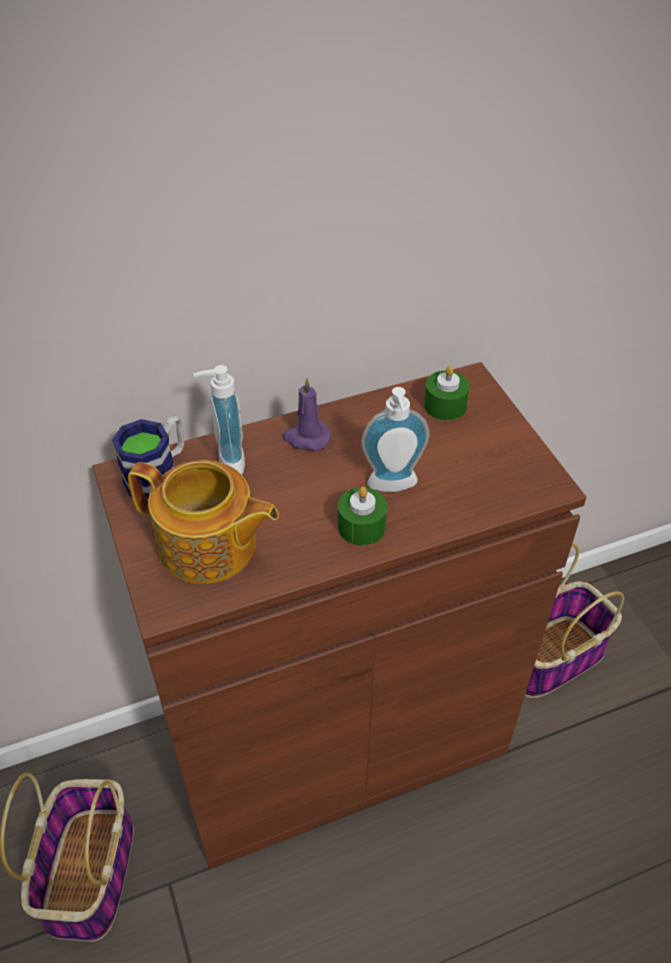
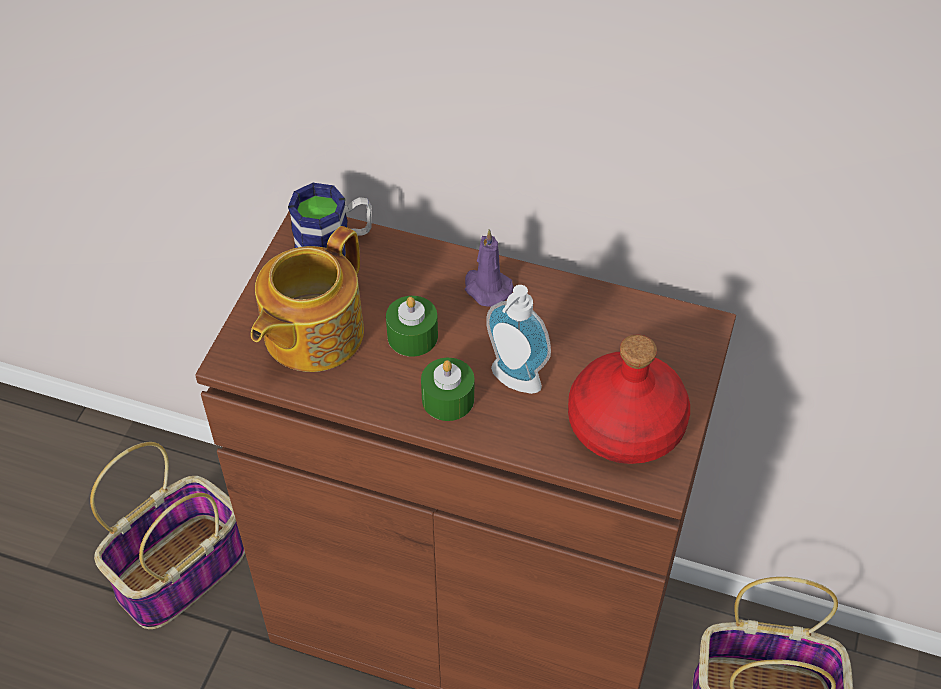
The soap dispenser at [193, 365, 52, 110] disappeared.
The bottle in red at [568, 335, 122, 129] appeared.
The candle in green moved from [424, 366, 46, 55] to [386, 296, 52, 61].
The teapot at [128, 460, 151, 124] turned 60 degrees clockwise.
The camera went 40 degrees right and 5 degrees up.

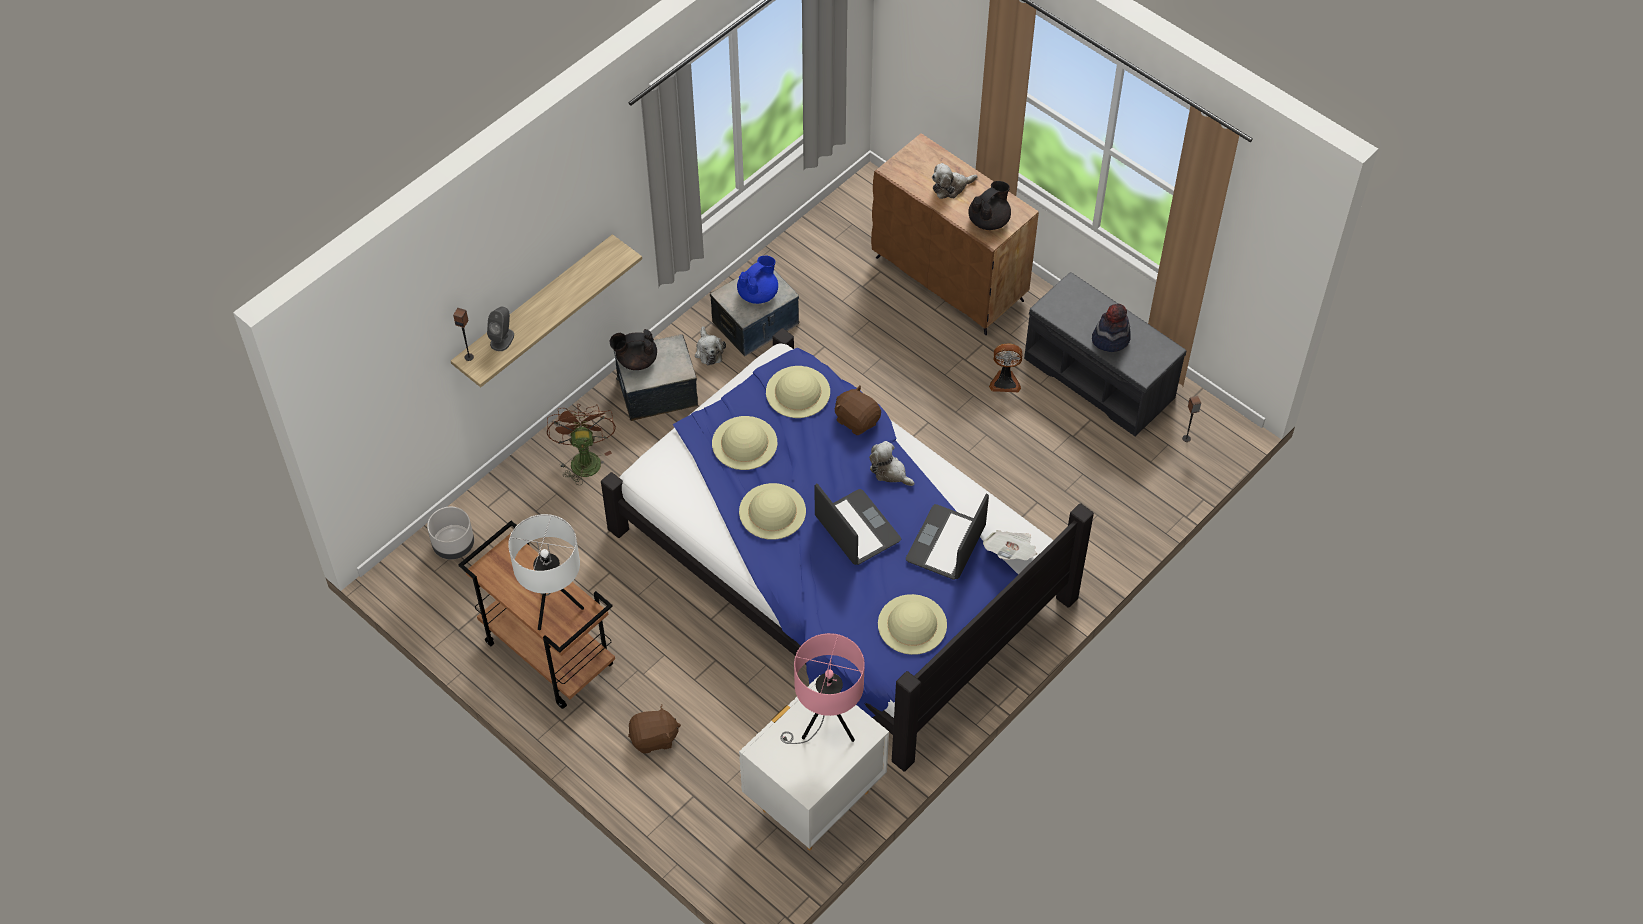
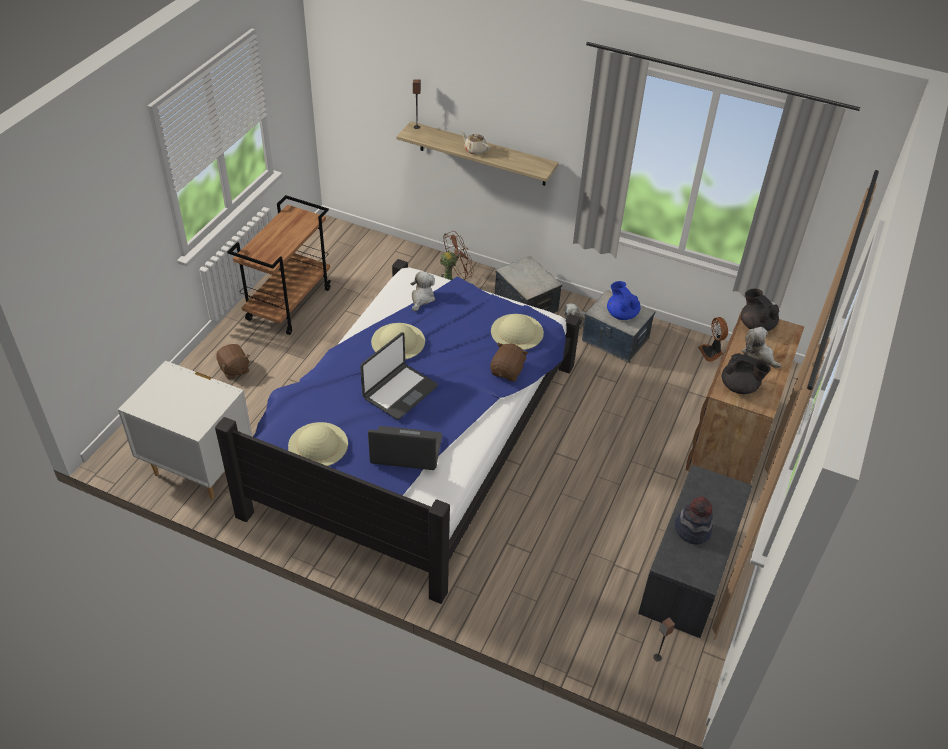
The planter in grey at [427, 507, 47, 52] disappeared.
The speaker in grey at [487, 307, 27, 44] disappeared.
The table lamp in white at [508, 514, 76, 116] disappeared.
The hat in beige at [712, 416, 65, 54] disappeared.
The table lamp in pink at [781, 633, 84, 111] disappeared.
The newspaper at [983, 530, 54, 30] disappeared.
The teapot in beige at [461, 131, 29, 24] appeared.
The teapot in black moved from [610, 329, 47, 41] to [741, 288, 38, 43].
The plush toy moved from [869, 441, 45, 45] to [411, 272, 24, 39].
The fan moved from [989, 343, 34, 49] to [698, 317, 30, 45].
The teapot in blue at [737, 256, 41, 48] turned 135 degrees counterclockwise.
The camera went 70 degrees right and 10 degrees down.

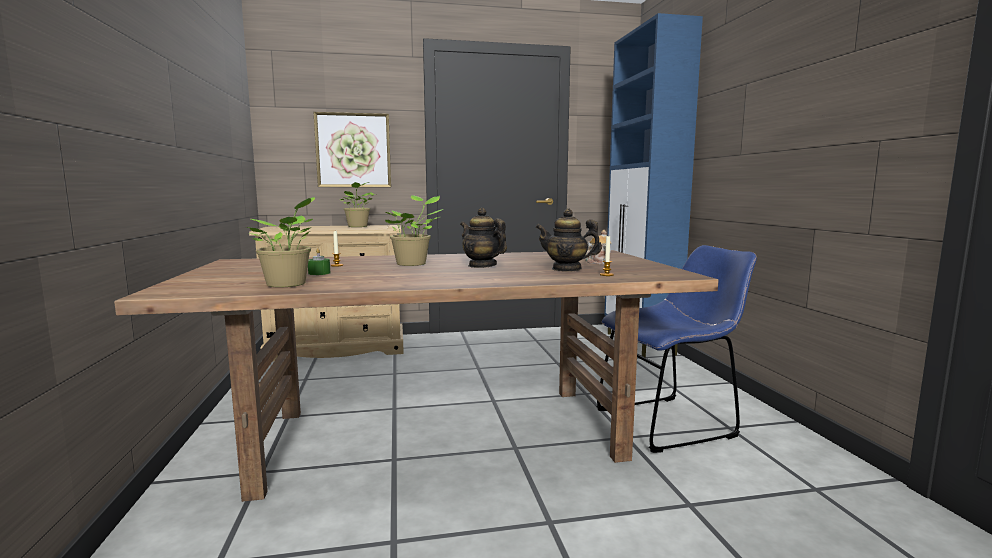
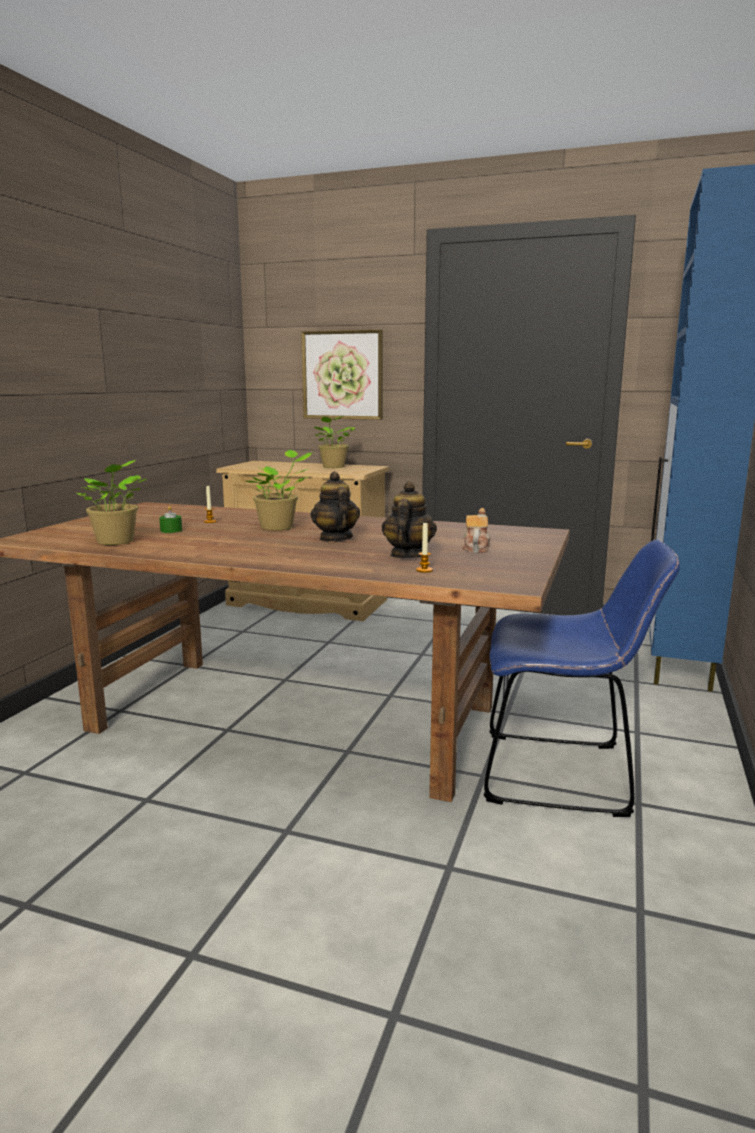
The teapot at [536, 209, 66, 63] turned 60 degrees clockwise.
The camera went 30 degrees right and 5 degrees up.

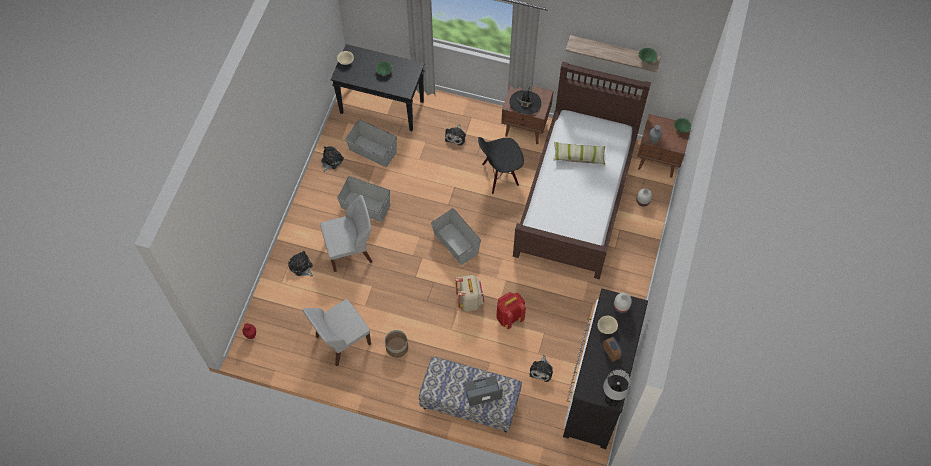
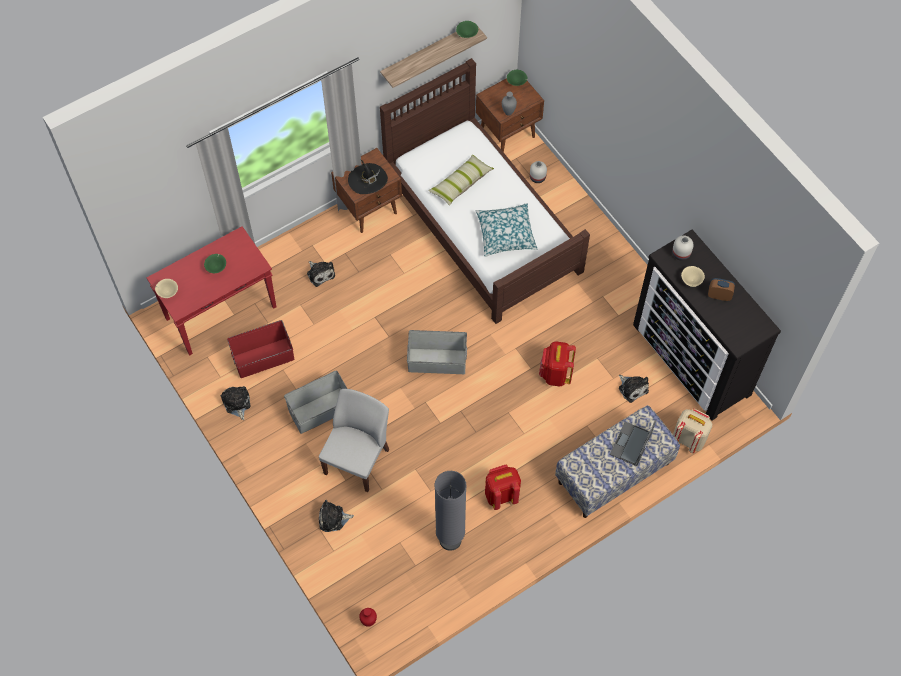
The chair in black at [478, 137, 46, 57] disappeared.
The table lamp at [603, 369, 28, 37] disappeared.
The pillow at [475, 203, 62, 54] appeared.
The backpack in beige moved from [455, 275, 30, 36] to [673, 409, 39, 44].
The chair in white at [302, 299, 69, 67] was replaced by the floor lamp in grey at [434, 471, 33, 80].
The planter at [385, 330, 23, 28] was replaced by the backpack in red at [485, 465, 36, 45].
The console table in black at [331, 44, 94, 87] became the console table in red at [147, 226, 129, 130].
The storage box in grey at [345, 119, 52, 48] became the storage box in red at [227, 320, 67, 58].
The camera went 50 degrees left and 0 degrees up.

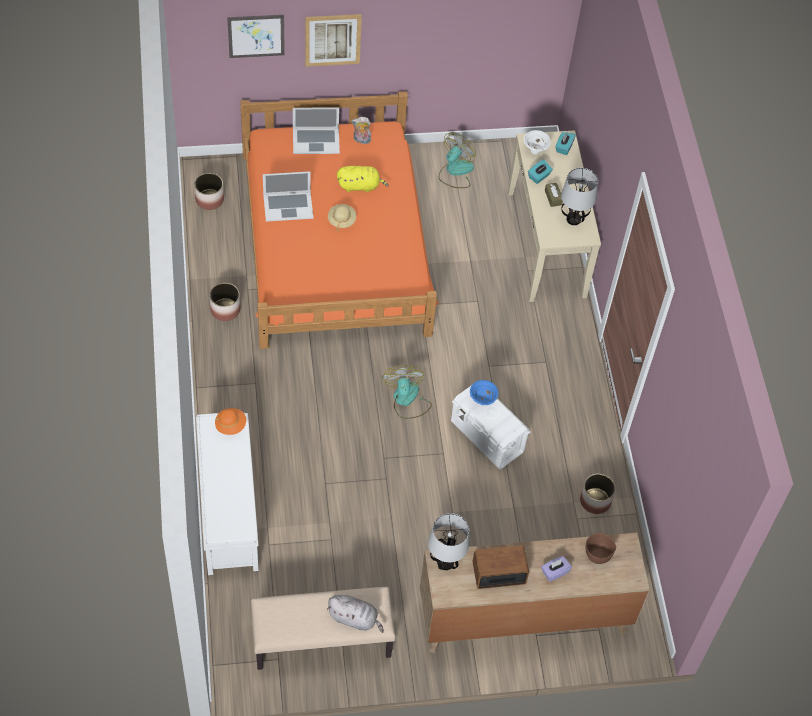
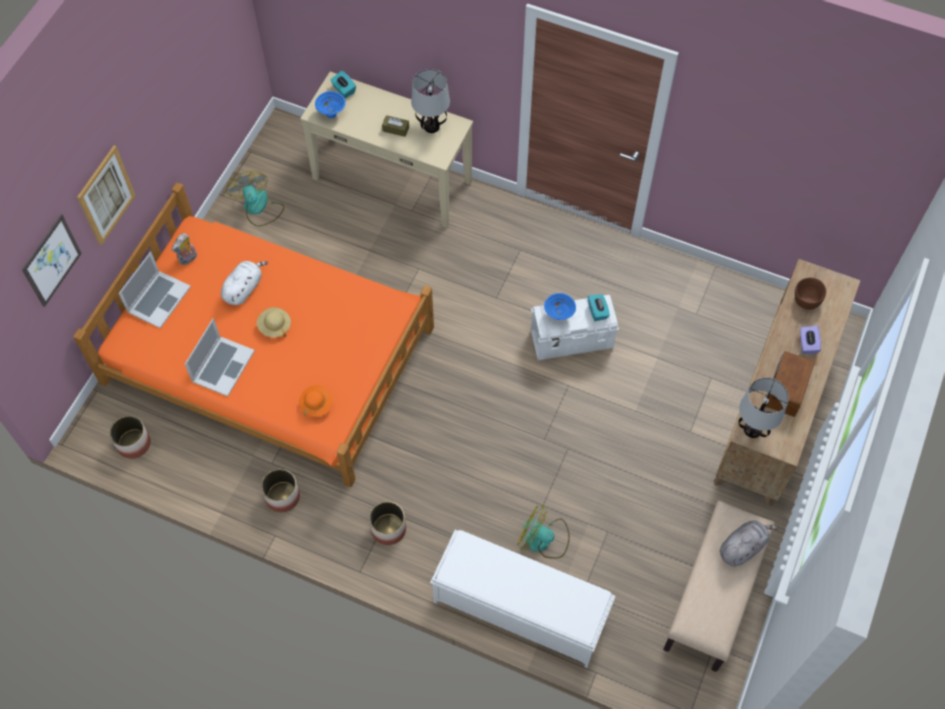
The hat in orange moved from [215, 408, 31, 27] to [299, 385, 35, 32].
The fan moved from [382, 365, 50, 54] to [517, 506, 53, 53].
The tissue box in turquoise moved from [528, 159, 25, 25] to [588, 294, 22, 27].
The planter moved from [580, 474, 35, 40] to [369, 501, 37, 44].
The plush toy in yellow at [337, 166, 52, 26] became the plush toy in white at [221, 261, 47, 44].
The bowl in white at [524, 130, 27, 24] became the bowl in blue at [315, 91, 31, 27].
The camera went 55 degrees left and 5 degrees up.

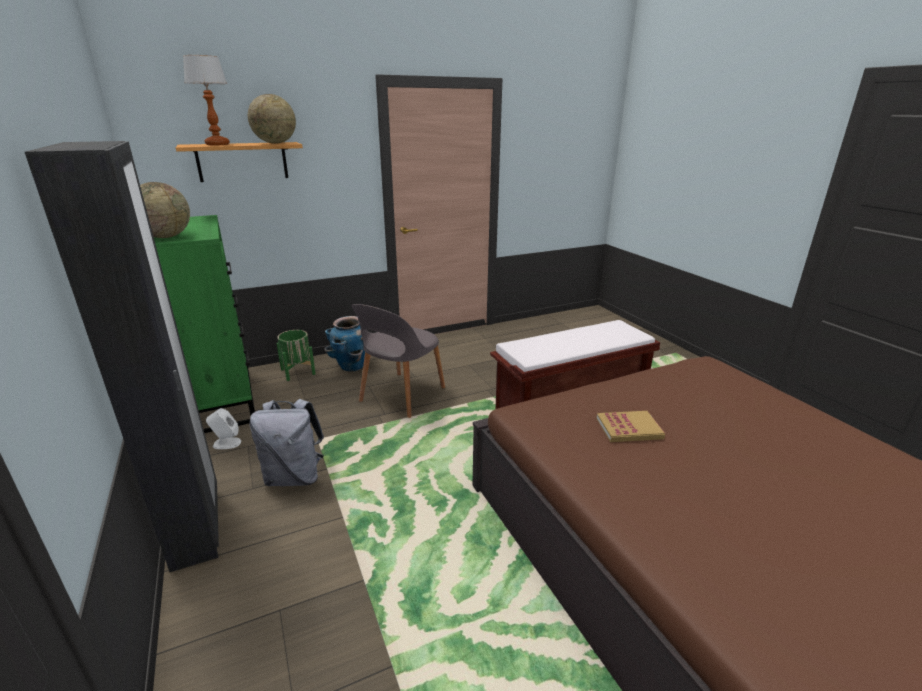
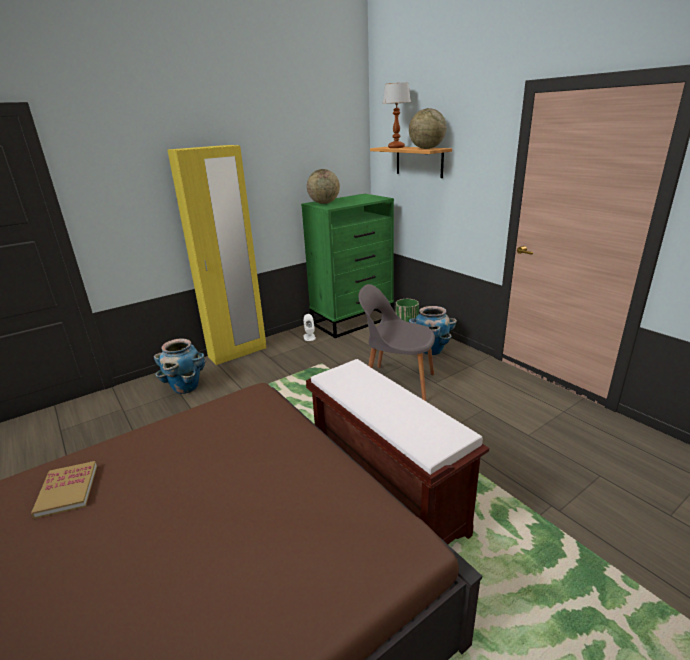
The backpack in grey at [250, 399, 74, 87] disappeared.
The planter at [154, 338, 52, 56] appeared.
The book moved from [596, 411, 69, 31] to [31, 461, 66, 58].
The wardrobe in black at [25, 141, 194, 431] became the wardrobe in yellow at [167, 145, 99, 220].
The camera went 80 degrees right and 0 degrees up.

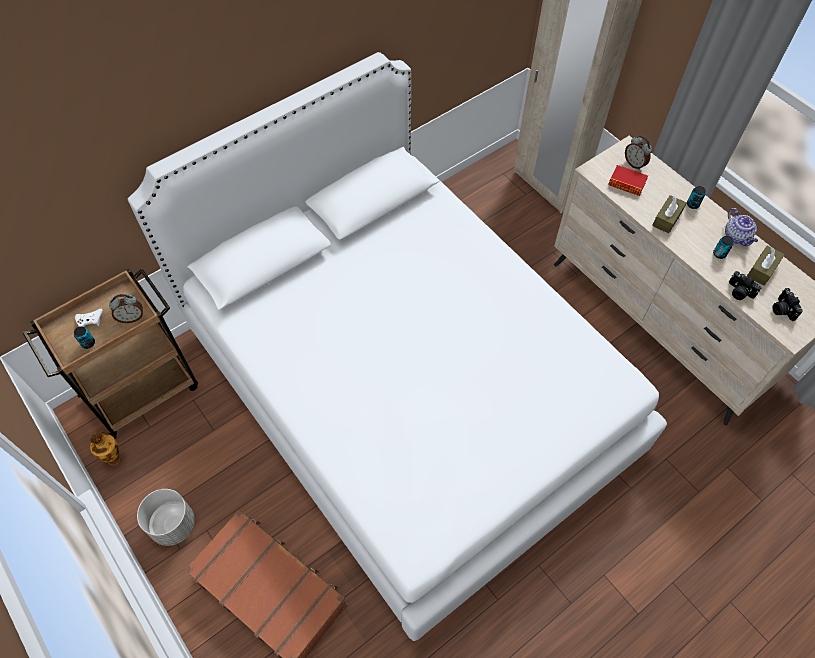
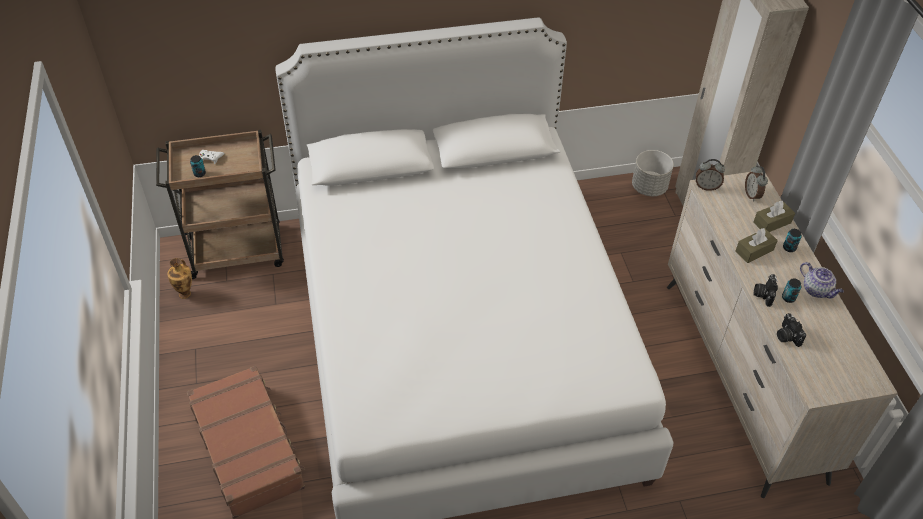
The book at [608, 165, 40, 31] disappeared.
The alarm clock moved from [109, 294, 34, 29] to [696, 159, 29, 32].
The planter in grey moved from [137, 489, 58, 57] to [632, 150, 42, 46].
The tissue box in brown moved from [747, 245, 38, 41] to [753, 201, 42, 31].
The photo camera moved from [772, 288, 31, 33] to [754, 274, 24, 33].
The teapot at [725, 208, 33, 38] turned 45 degrees counterclockwise.
The camera went 25 degrees right and 10 degrees down.

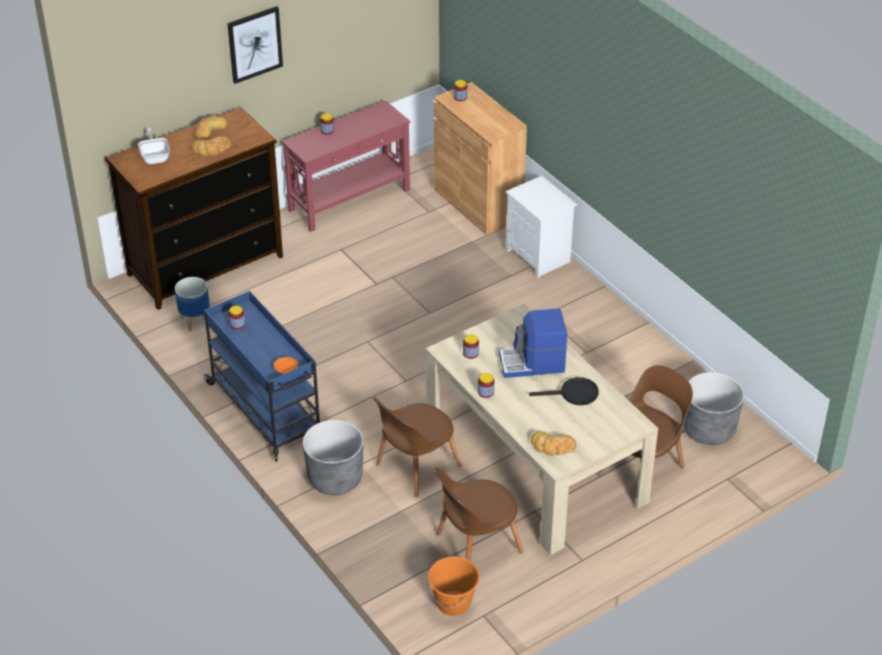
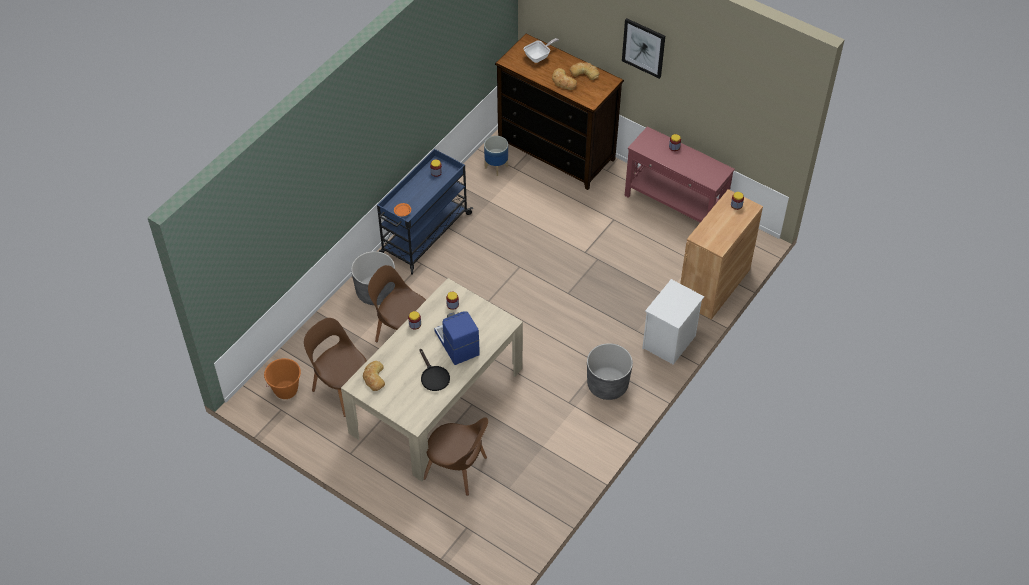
The planter in grey moved from [683, 372, 61, 73] to [587, 343, 46, 57].
The camera went 70 degrees right and 10 degrees up.

